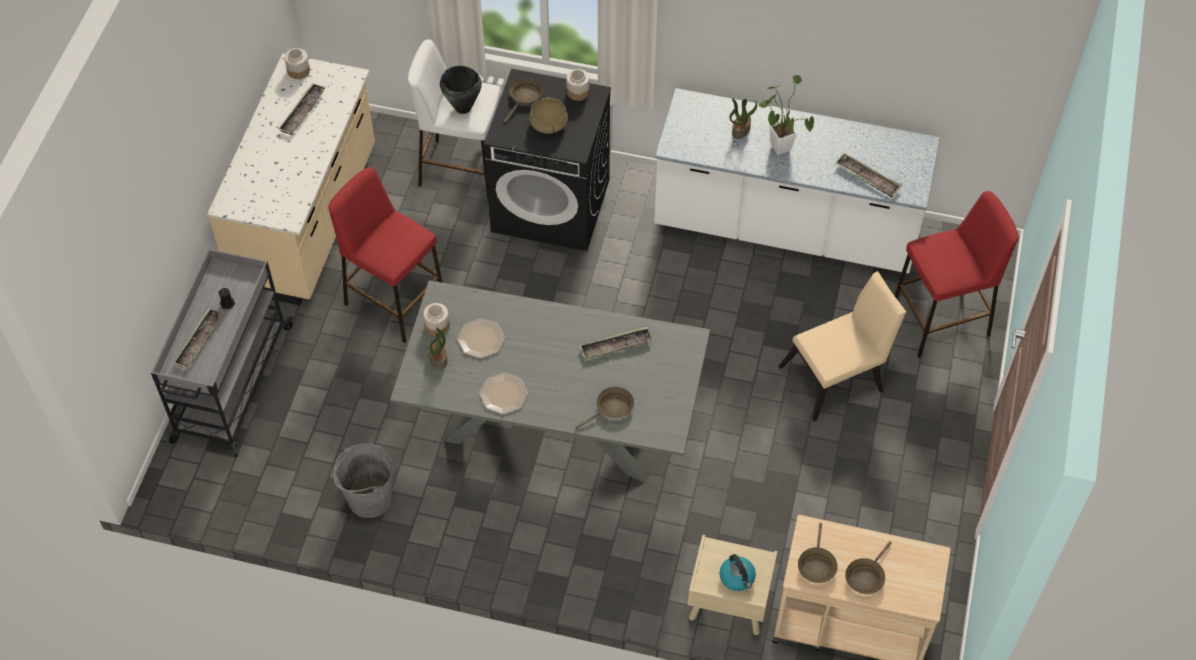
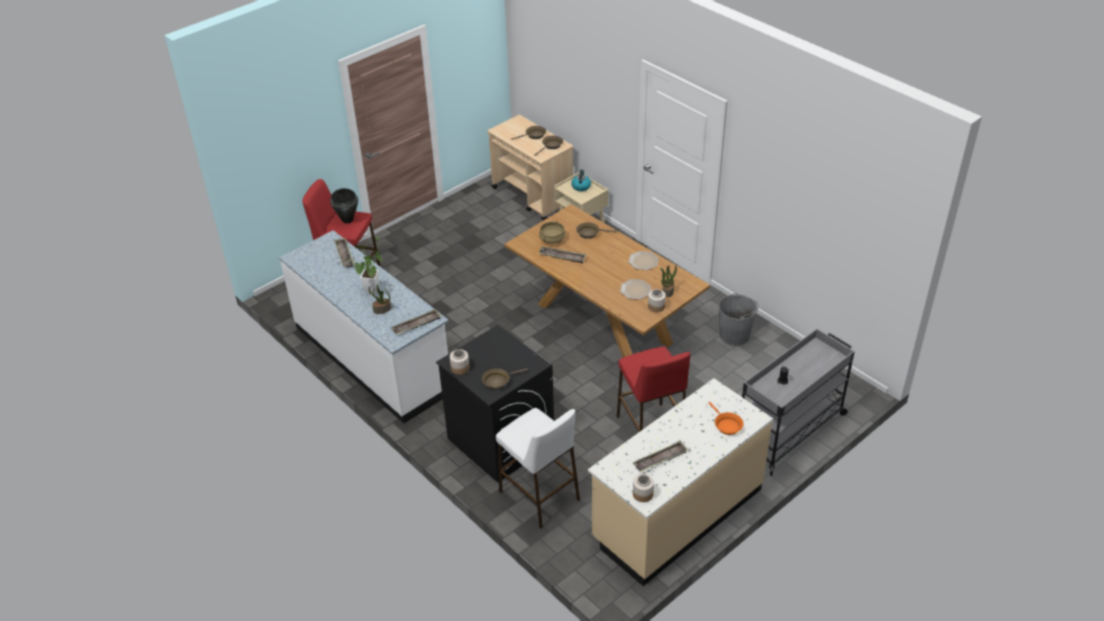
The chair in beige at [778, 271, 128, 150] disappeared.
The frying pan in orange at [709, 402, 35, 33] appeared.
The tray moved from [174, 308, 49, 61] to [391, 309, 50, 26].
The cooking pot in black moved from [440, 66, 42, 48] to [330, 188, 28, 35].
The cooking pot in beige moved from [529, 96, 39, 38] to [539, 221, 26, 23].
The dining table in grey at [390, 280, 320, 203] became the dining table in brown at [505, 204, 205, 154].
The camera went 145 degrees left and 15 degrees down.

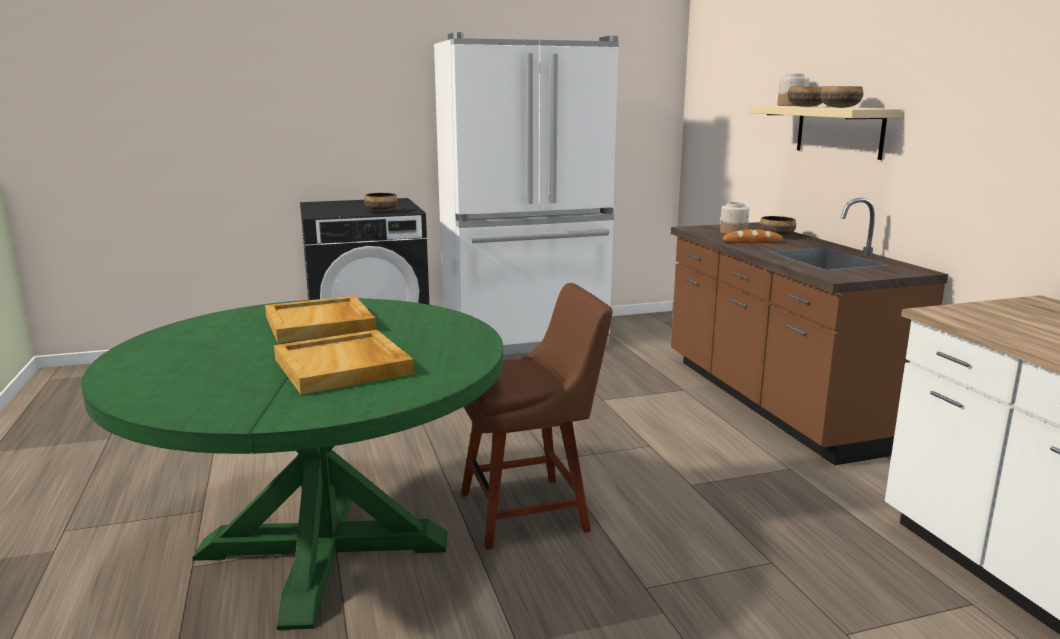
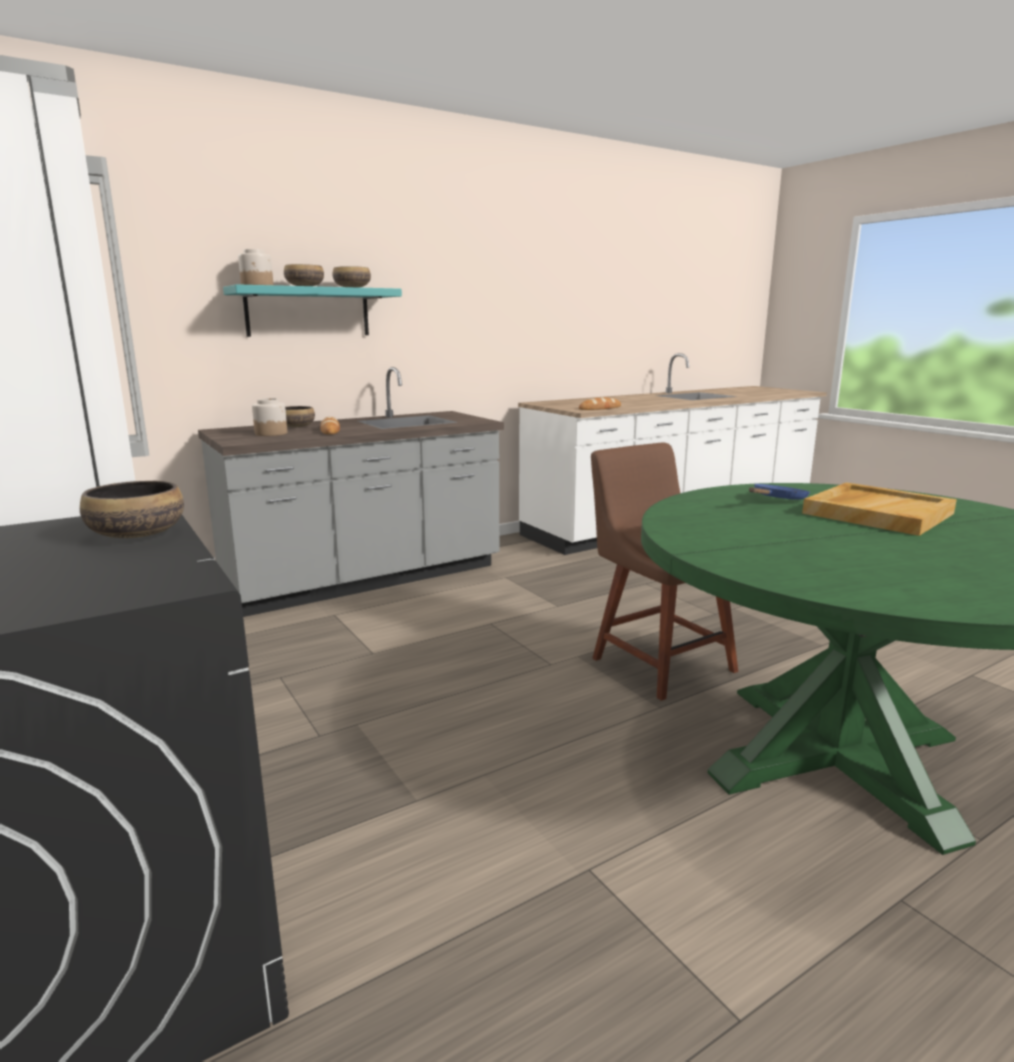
The tray in beige at [265, 296, 111, 47] disappeared.
The bread at [579, 397, 42, 13] appeared.
The frying pan in blue at [749, 484, 61, 16] appeared.
The counter in brown at [671, 198, 277, 267] became the counter in grey at [198, 367, 306, 250].
The shelf in beige at [749, 106, 153, 54] became the shelf in turquoise at [223, 284, 179, 53].
The camera went 105 degrees left and 0 degrees up.

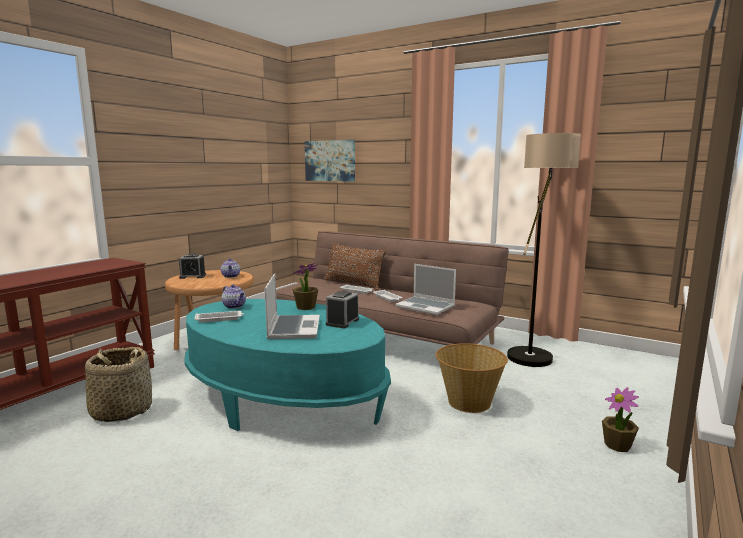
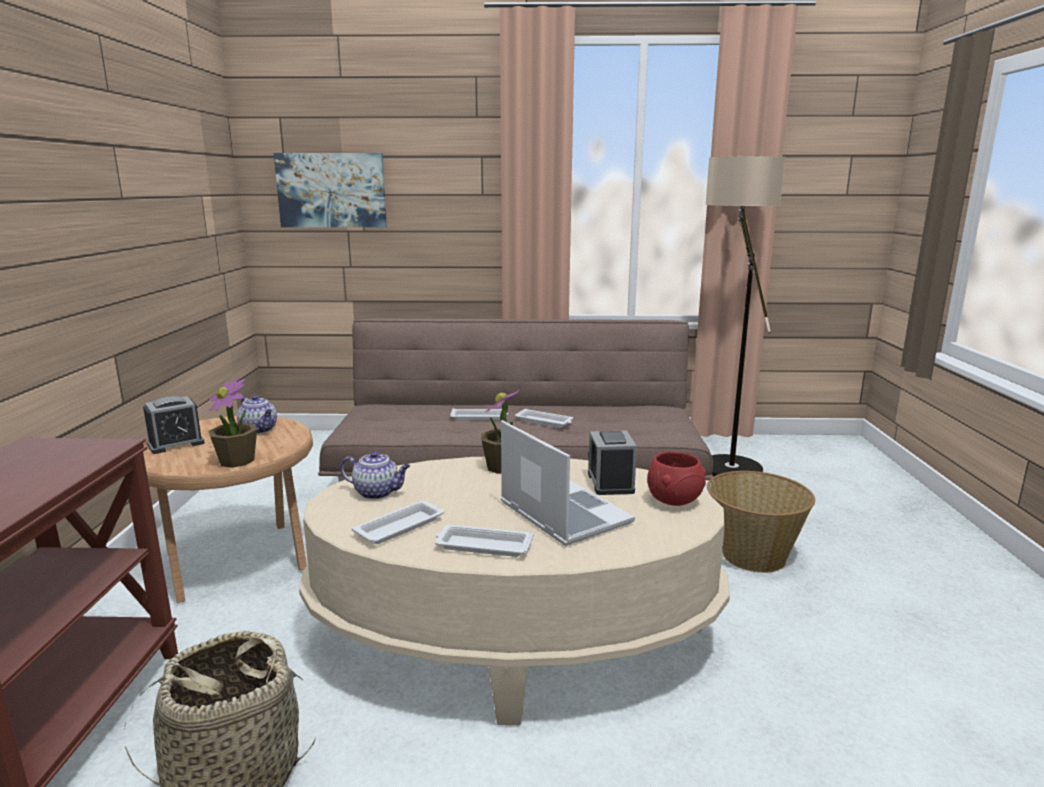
The pillow in brown at [324, 243, 62, 48] disappeared.
The laptop at [395, 264, 61, 51] disappeared.
The tray in white at [435, 524, 99, 33] appeared.
The bowl in red at [647, 451, 59, 55] appeared.
The potted plant moved from [602, 387, 37, 65] to [208, 377, 49, 91].
The coffee table in turquoise at [184, 299, 207, 132] became the coffee table in beige at [299, 457, 431, 268].
The camera went 30 degrees left and 5 degrees up.

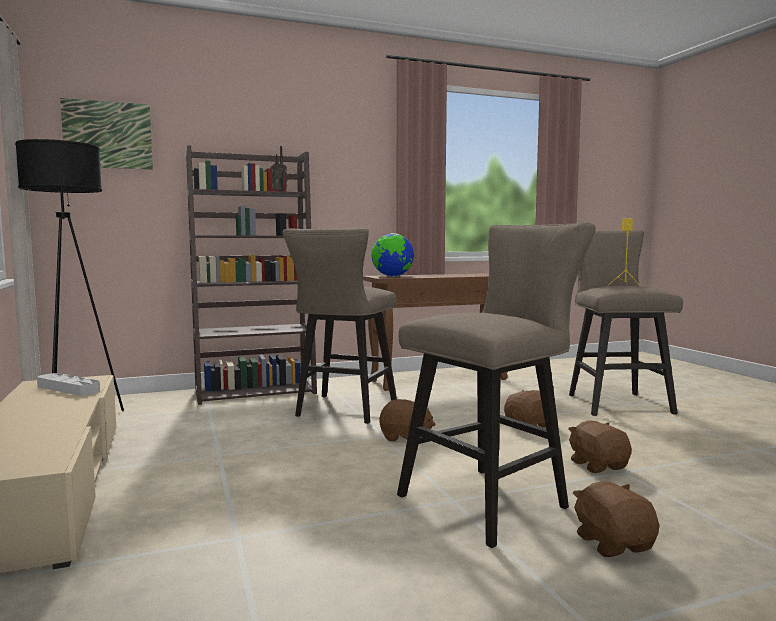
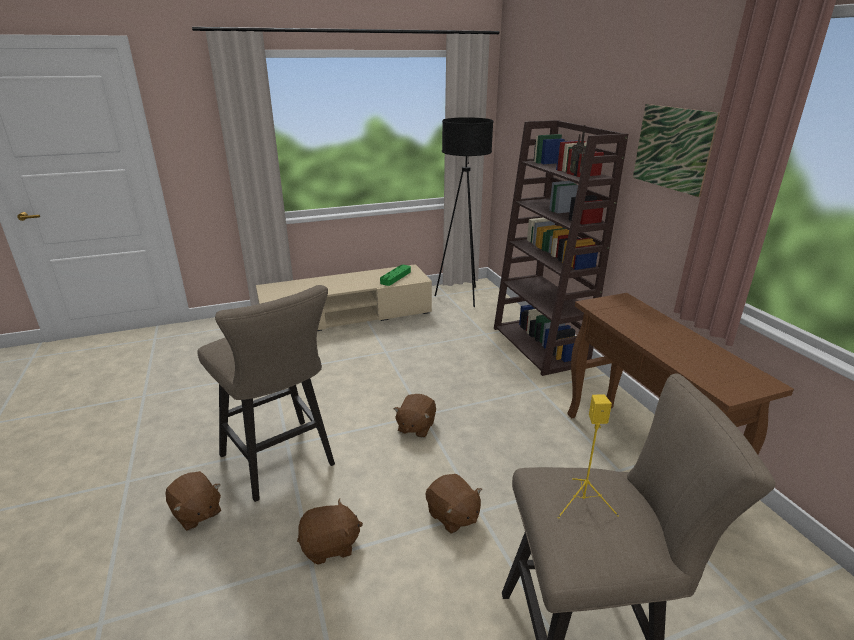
The stool in beige at [282, 228, 115, 196] disappeared.
The globe at [371, 233, 43, 44] disappeared.
The picture moved from [60, 98, 93, 72] to [633, 104, 87, 93].
The tray in grey at [37, 373, 63, 23] became the tray in green at [380, 265, 31, 21].
The plush toy in brown at [573, 481, 86, 76] turned 60 degrees clockwise.
The camera went 90 degrees right and 20 degrees up.

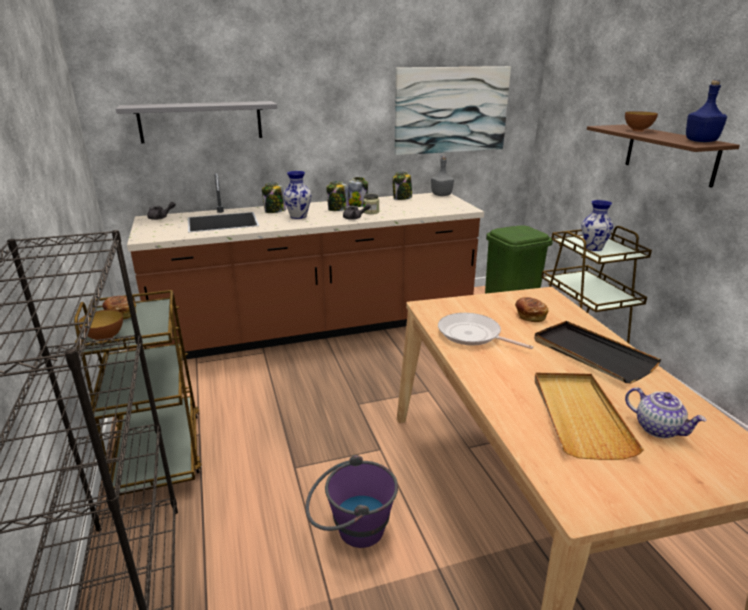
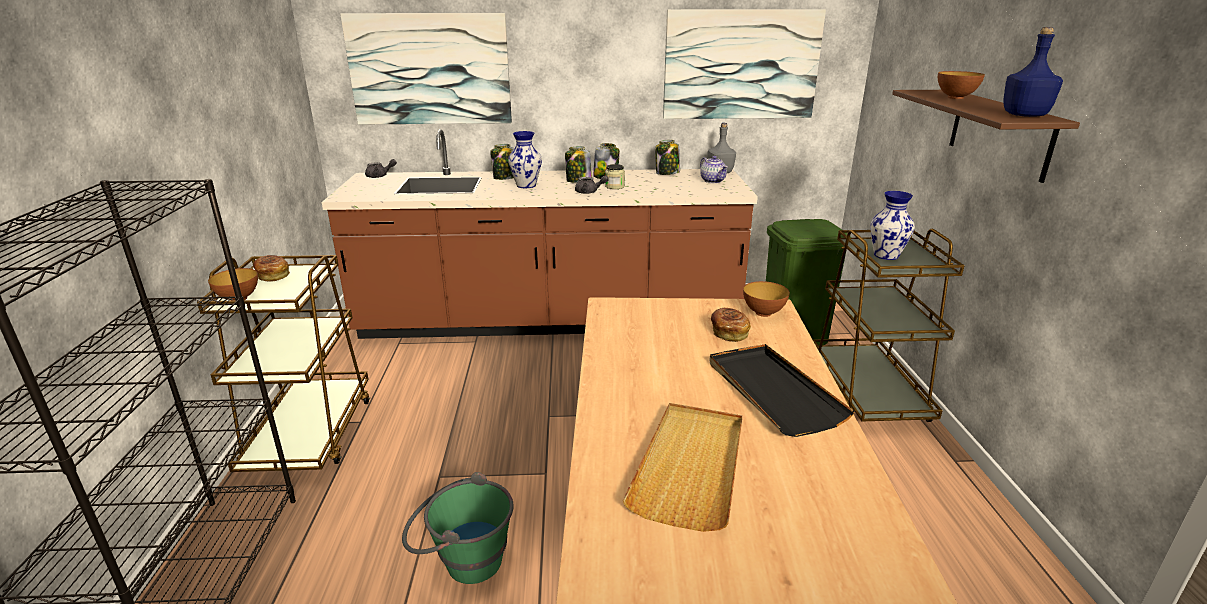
The frying pan at [438, 313, 95, 36] disappeared.
The bowl at [743, 281, 47, 36] appeared.
The teapot moved from [625, 387, 81, 51] to [700, 156, 28, 27].
The shelf in grey at [116, 101, 161, 42] was replaced by the picture at [340, 13, 172, 112].
The bucket in purple at [305, 455, 93, 93] became the bucket in green at [402, 472, 112, 112].
The camera went 15 degrees right and 0 degrees up.

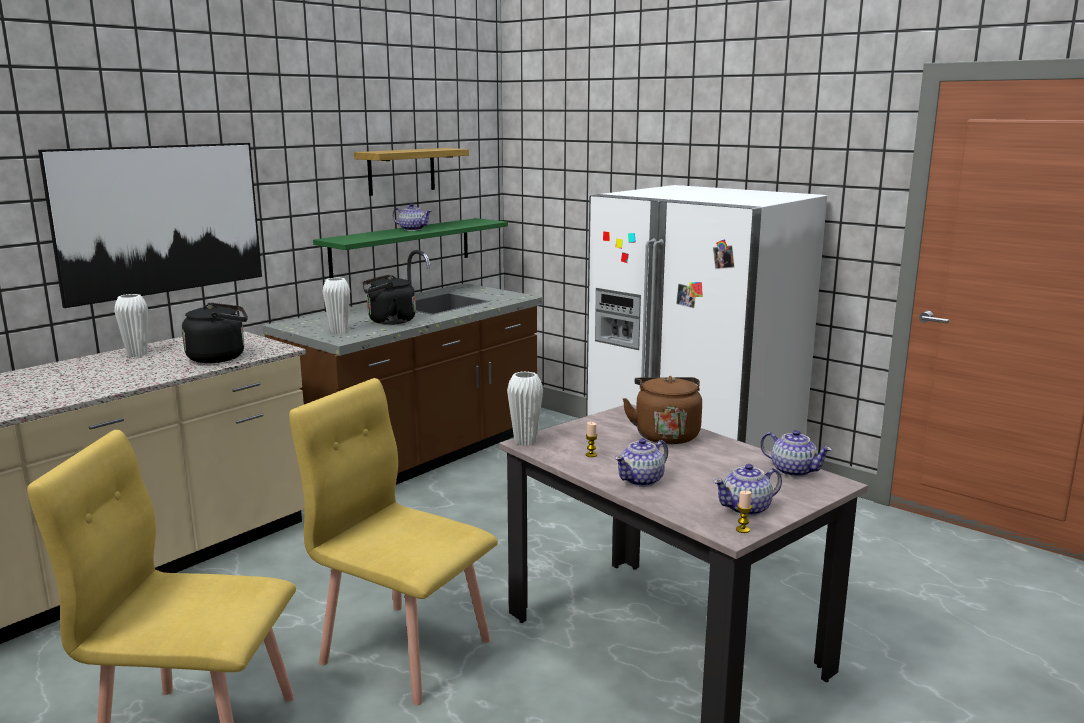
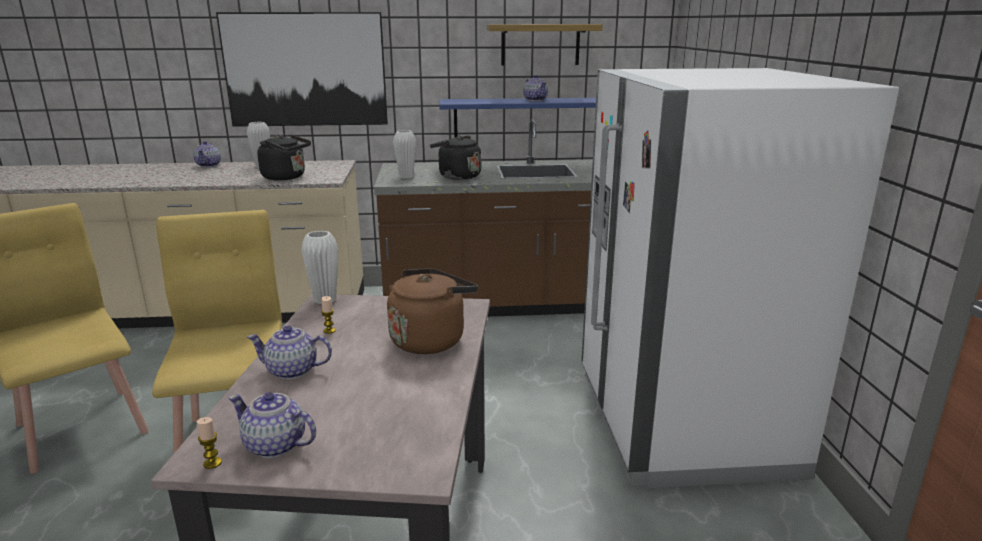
The teapot moved from [760, 430, 72, 47] to [193, 141, 28, 26].
The shelf in green at [313, 218, 195, 60] became the shelf in blue at [439, 98, 157, 39].
The camera went 45 degrees right and 5 degrees up.

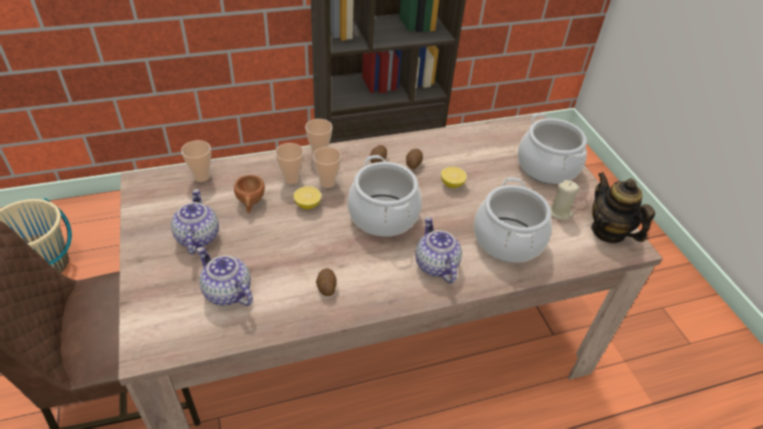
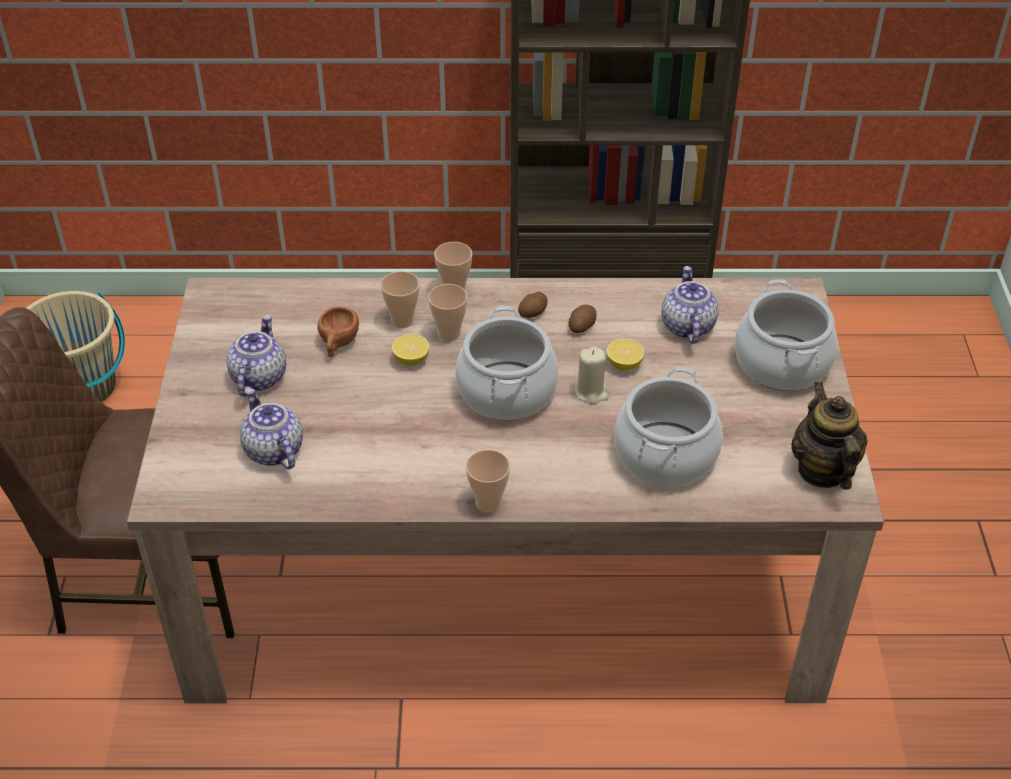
The potato at [316, 268, 21, 28] disappeared.
The cup moved from [181, 140, 30, 42] to [466, 450, 44, 63].
The teapot moved from [415, 217, 47, 66] to [662, 266, 57, 78].
The candle in beige moved from [550, 180, 29, 40] to [575, 346, 33, 58].
The camera went 20 degrees right and 0 degrees up.

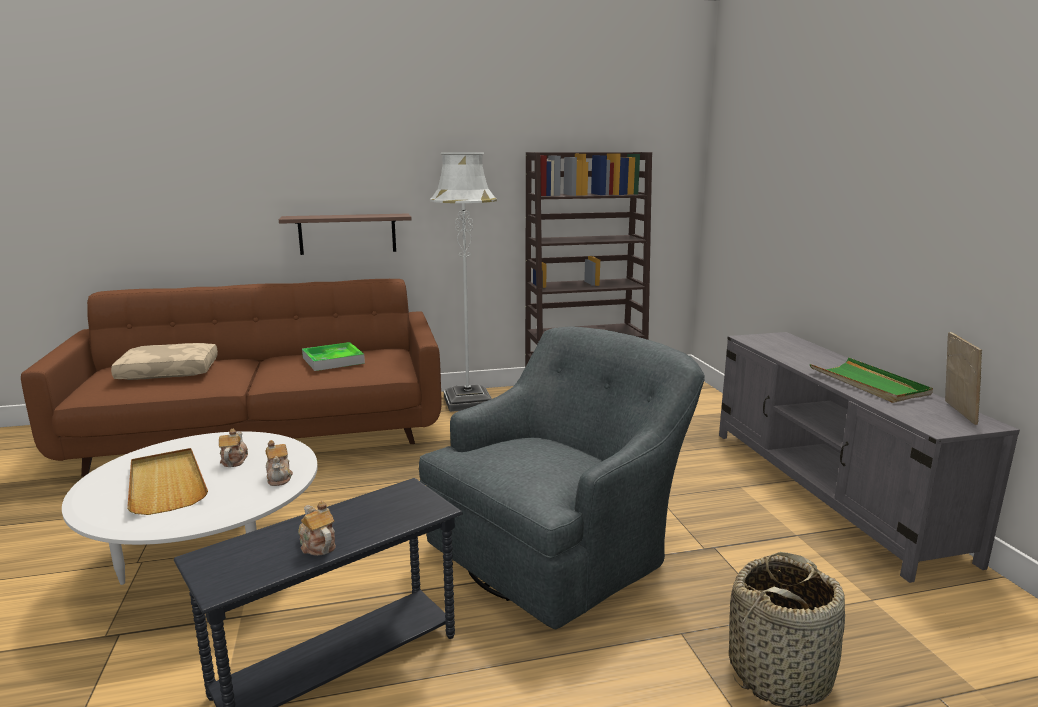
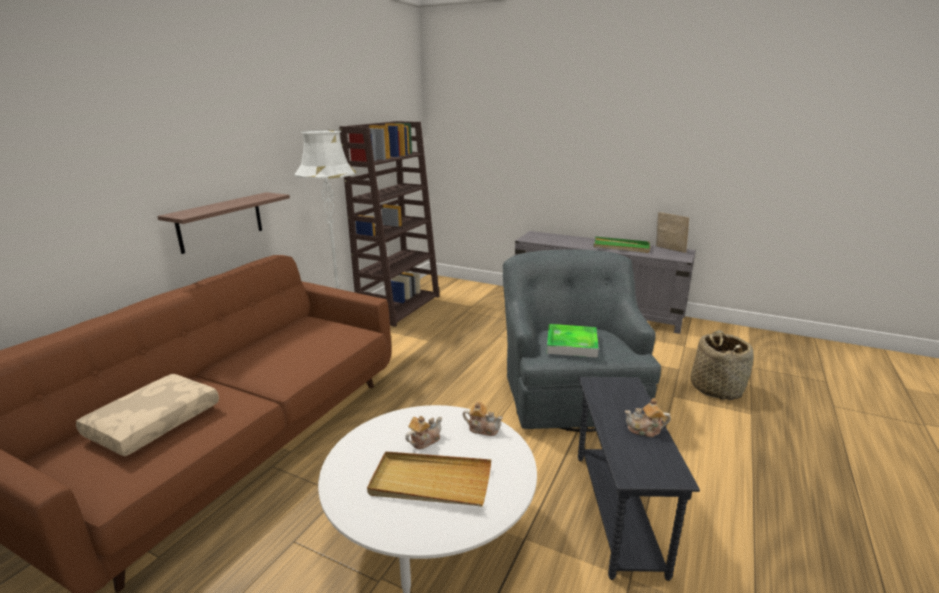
The tray moved from [302, 342, 63, 29] to [547, 324, 52, 34].
The teapot at [219, 429, 29, 38] turned 105 degrees clockwise.
The camera went 50 degrees left and 5 degrees up.

